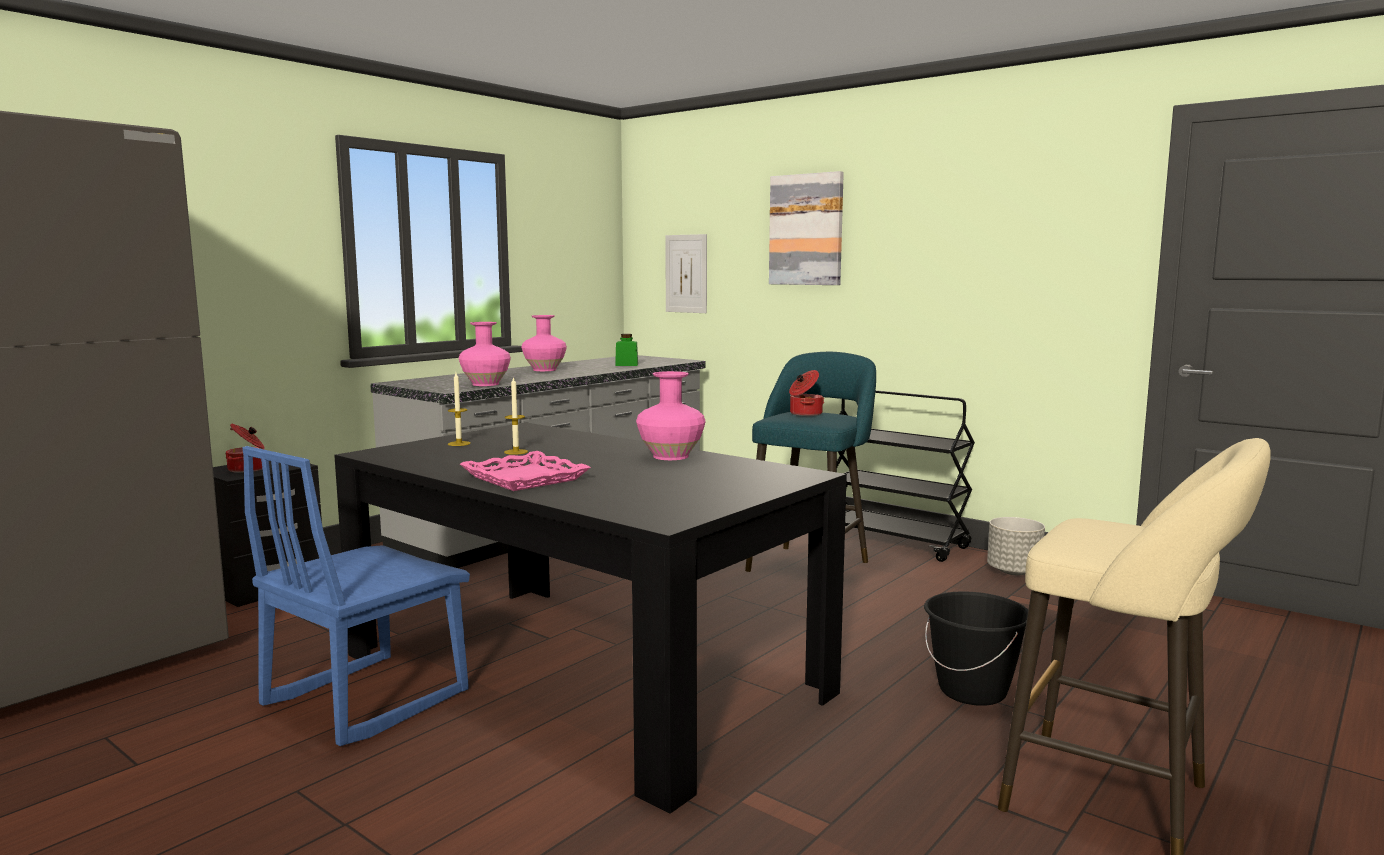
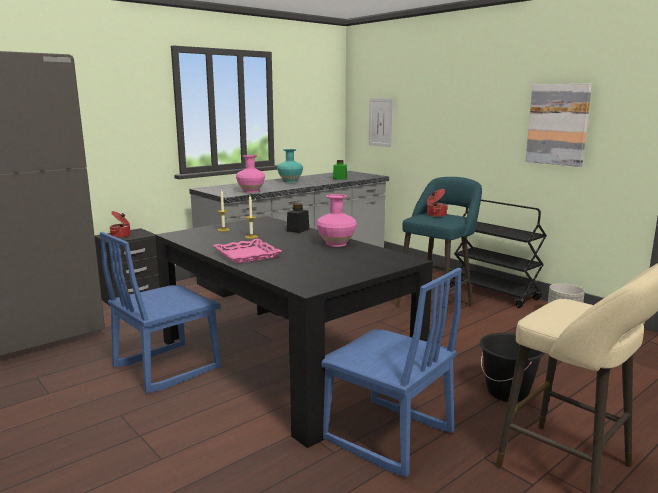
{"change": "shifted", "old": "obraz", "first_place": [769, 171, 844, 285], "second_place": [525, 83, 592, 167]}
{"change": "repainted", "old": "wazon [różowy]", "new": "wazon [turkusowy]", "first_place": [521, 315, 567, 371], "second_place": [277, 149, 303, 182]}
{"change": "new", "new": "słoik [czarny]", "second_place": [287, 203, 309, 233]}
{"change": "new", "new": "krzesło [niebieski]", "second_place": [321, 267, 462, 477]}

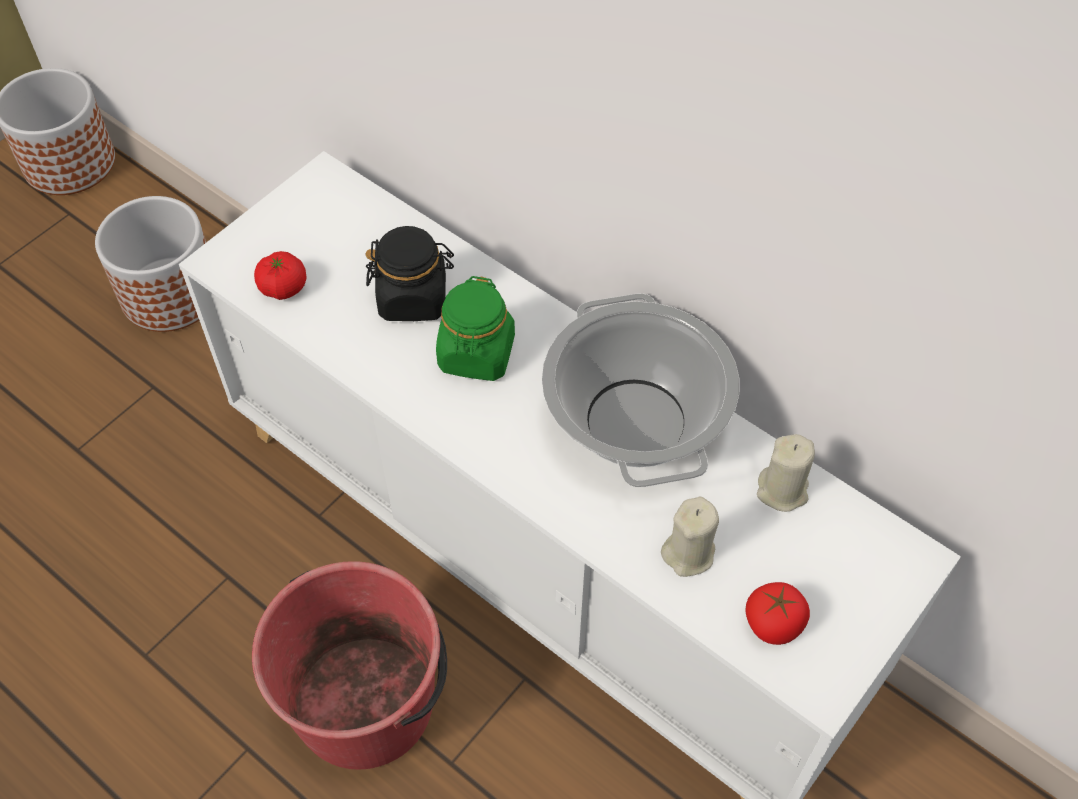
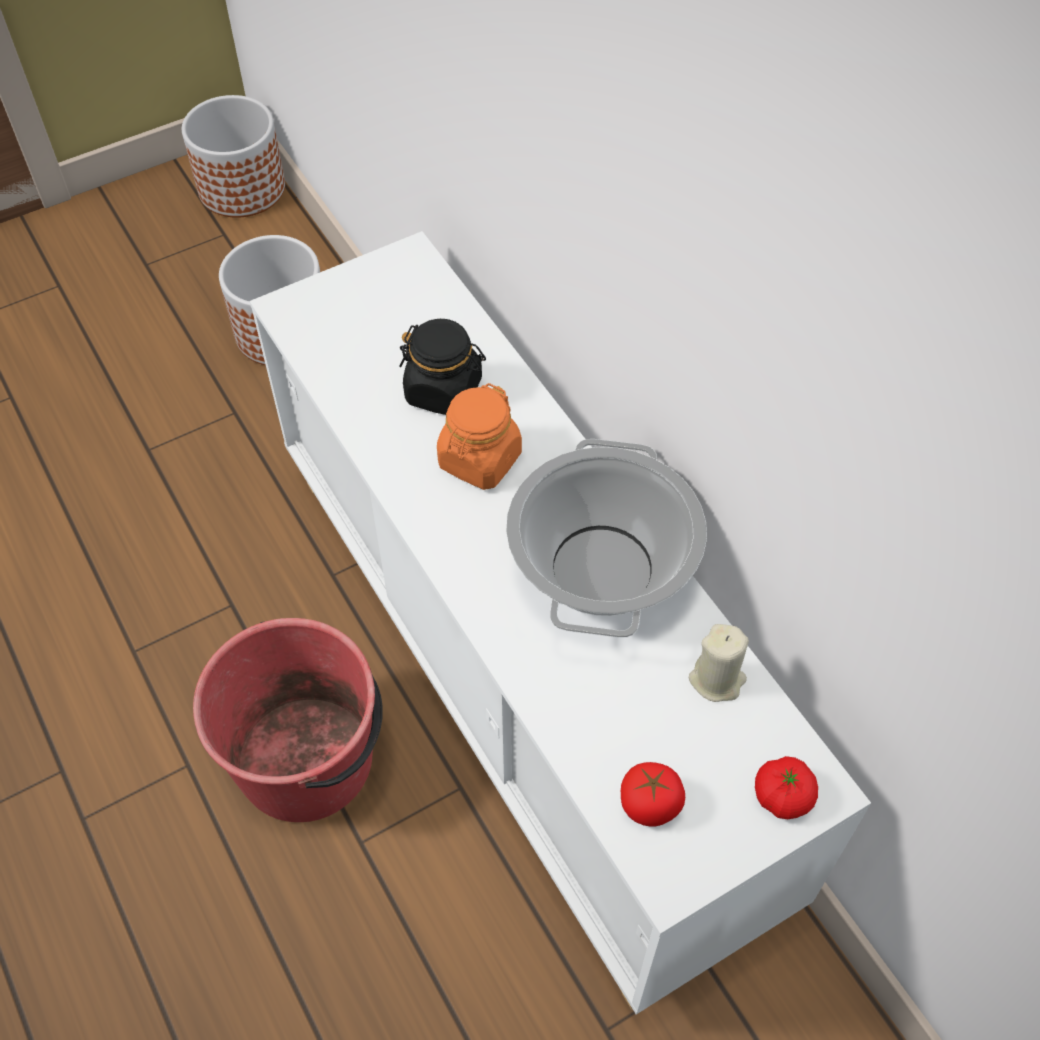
{"change": "shifted", "old": "pomidor", "first_place": [254, 251, 307, 300], "second_place": [755, 756, 818, 819]}
{"change": "repainted", "old": "słoik [zielony]", "new": "słoik [pomarańczowy]", "first_place": [436, 276, 515, 381], "second_place": [437, 383, 522, 490]}
{"change": "gone", "old": "świeca [beżowy]", "first_place": [661, 496, 719, 577]}

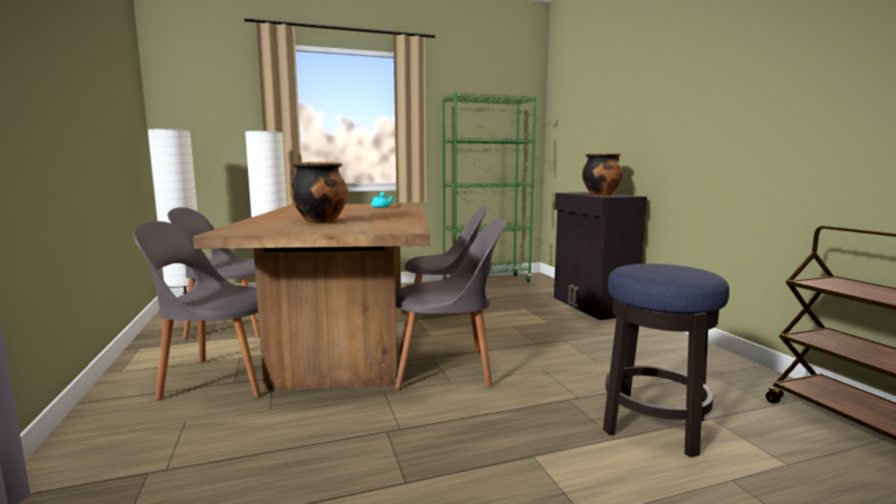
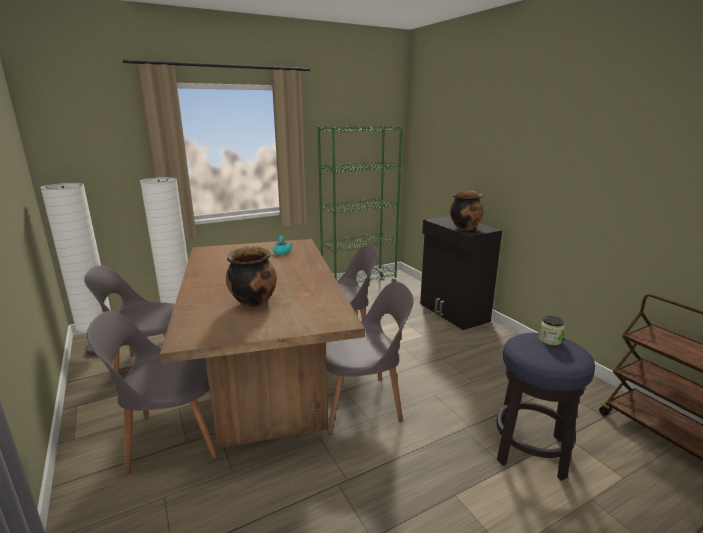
{"change": "new", "new": "słoik", "second_place": [539, 316, 565, 345]}

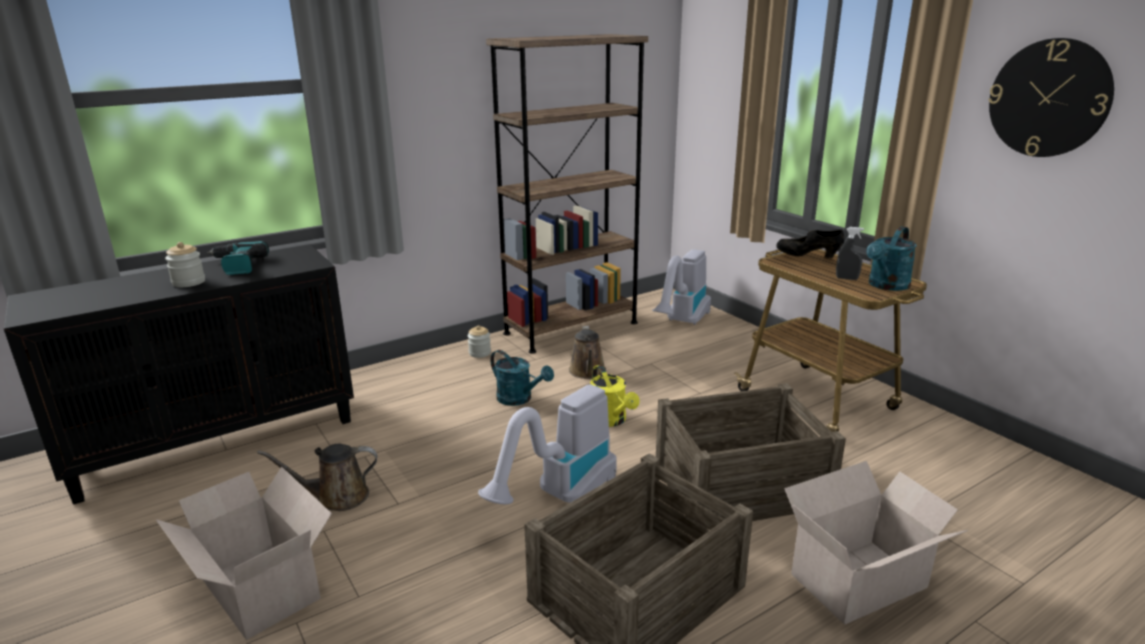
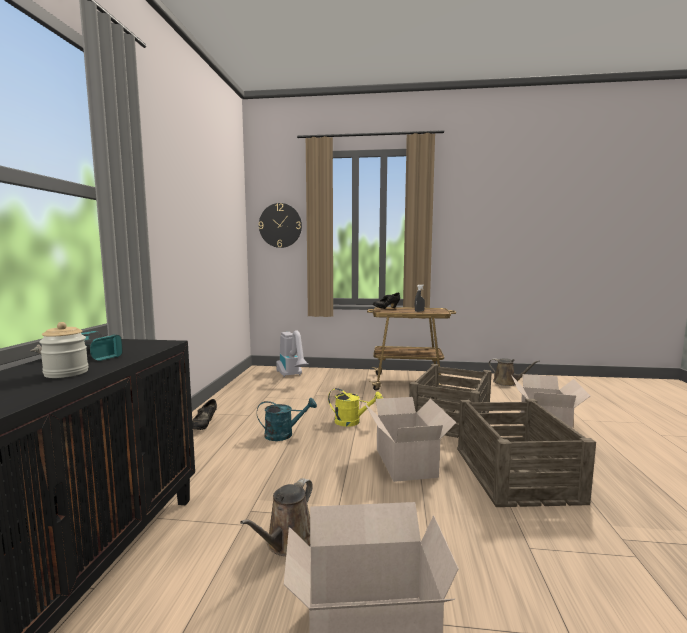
{"change": "gone", "old": "regał [brązowy]", "first_place": [486, 34, 648, 354]}
{"change": "shifted", "old": "zegar ścienny", "first_place": [988, 38, 1114, 157], "second_place": [259, 203, 302, 248]}
{"change": "gone", "old": "konewka [turkusowy]", "first_place": [866, 226, 917, 291]}
{"change": "swapped", "old": "słoik", "new": "but [czarny]", "first_place": [468, 325, 491, 358], "second_place": [192, 399, 217, 430]}
{"change": "shifted", "old": "konewka [brązowy]", "first_place": [569, 326, 606, 379], "second_place": [488, 358, 539, 386]}
{"change": "swapped", "old": "odkurzacz", "new": "karton", "first_place": [478, 384, 617, 504], "second_place": [364, 397, 456, 482]}

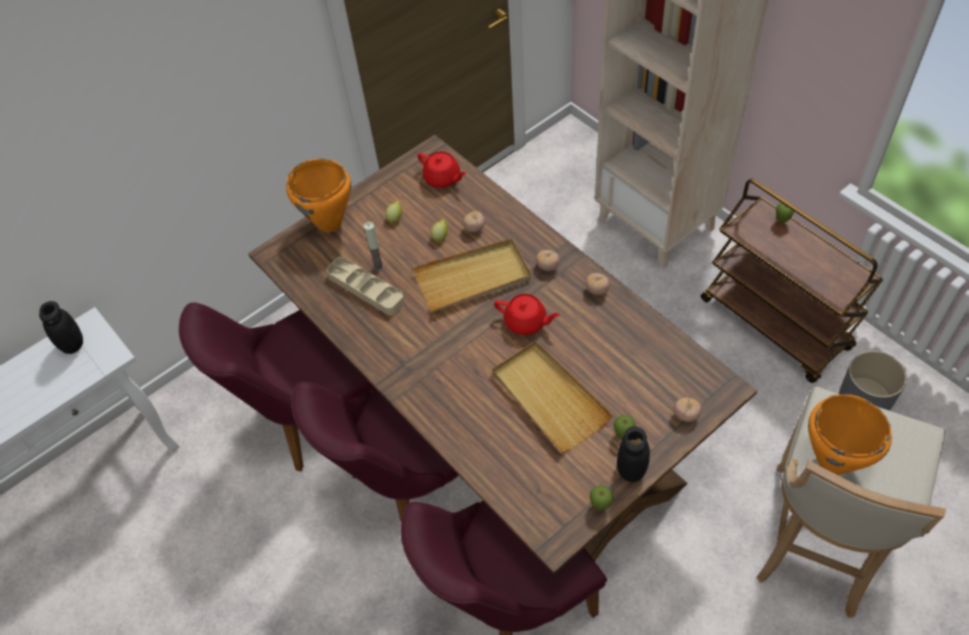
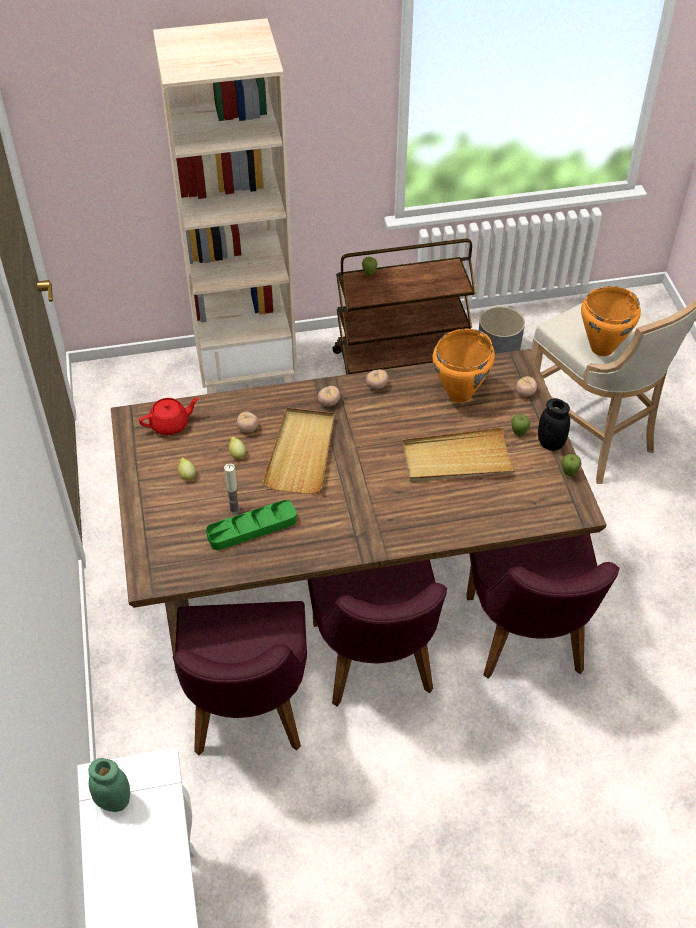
{"change": "shifted", "old": "garnek [pomarańczowy]", "first_place": [286, 159, 351, 232], "second_place": [433, 329, 495, 403]}
{"change": "repainted", "old": "taca [beżowy]", "new": "taca [zielony]", "first_place": [327, 257, 405, 315], "second_place": [206, 500, 297, 550]}
{"change": "gone", "old": "imbryk [czerwony]", "first_place": [494, 294, 560, 335]}
{"change": "repainted", "old": "słoik [czarny]", "new": "słoik [zielony]", "first_place": [39, 301, 83, 354], "second_place": [88, 758, 130, 812]}

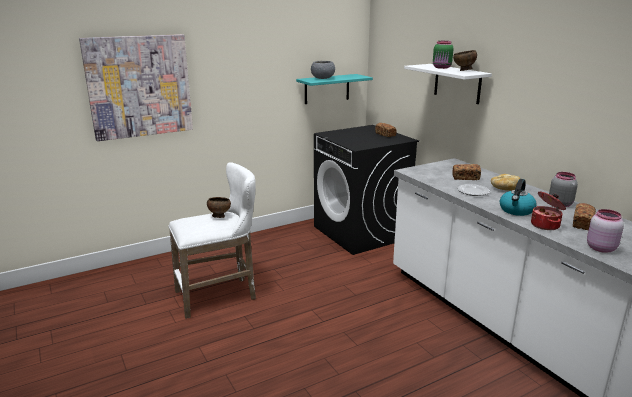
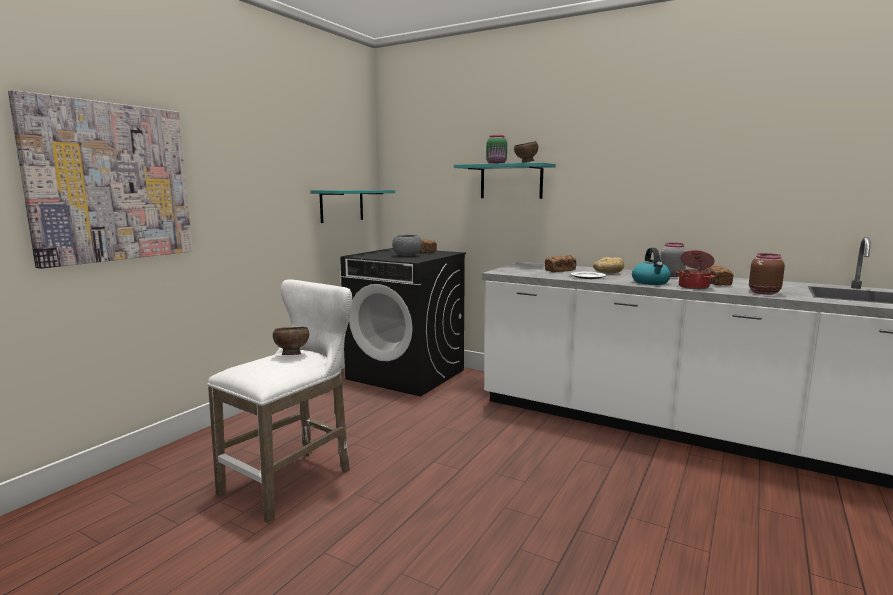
{"change": "shifted", "old": "miska [szary]", "first_place": [311, 61, 335, 79], "second_place": [392, 235, 422, 256]}
{"change": "repainted", "old": "półka [biały]", "new": "półka [turkusowy]", "first_place": [404, 64, 492, 104], "second_place": [454, 162, 556, 199]}
{"change": "repainted", "old": "słoik [różowy]", "new": "słoik [brązowy]", "first_place": [587, 209, 624, 253], "second_place": [749, 253, 785, 295]}

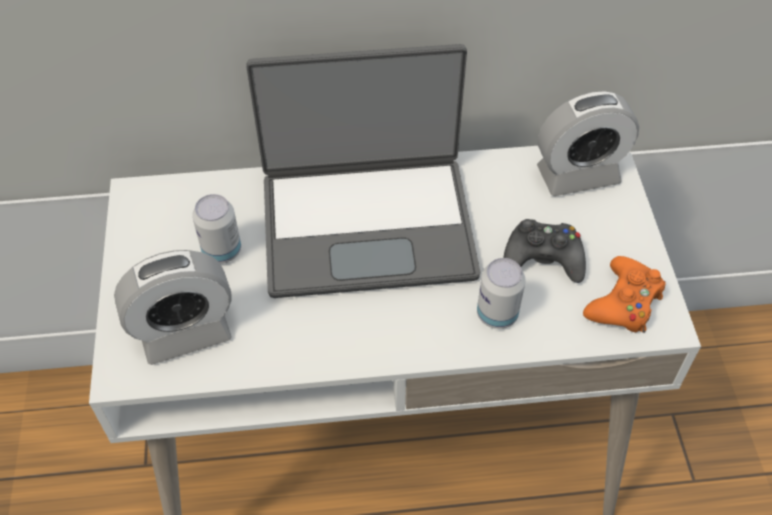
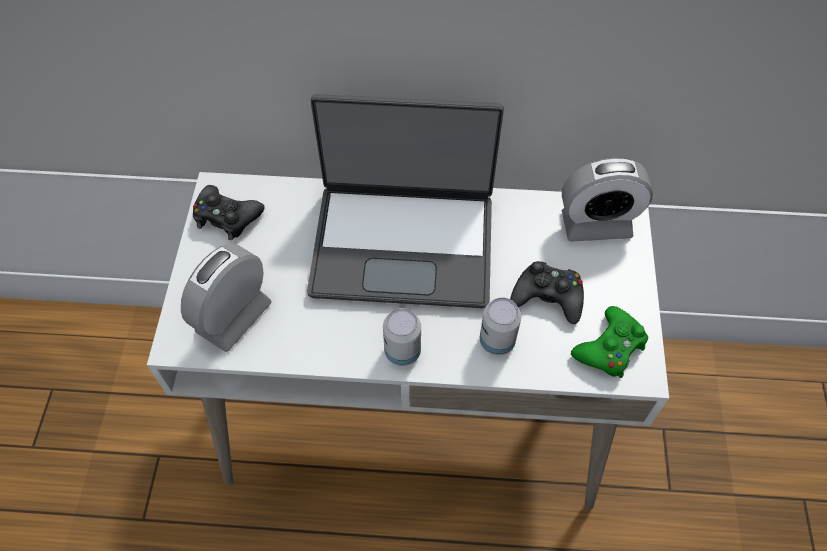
{"change": "shifted", "old": "puszka", "first_place": [192, 194, 241, 264], "second_place": [383, 308, 421, 366]}
{"change": "rotated", "old": "budzik", "first_place": [114, 250, 232, 365], "second_place": [181, 244, 272, 352], "degrees": 135}
{"change": "repainted", "old": "pad do gier [pomarańczowy]", "new": "pad do gier [zielony]", "first_place": [583, 256, 666, 333], "second_place": [571, 306, 648, 378]}
{"change": "new", "new": "pad do gier [czarny]", "second_place": [193, 185, 265, 240]}

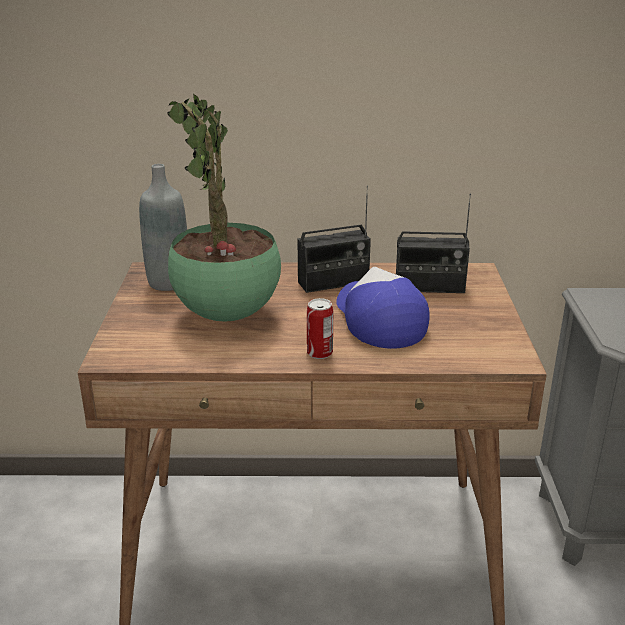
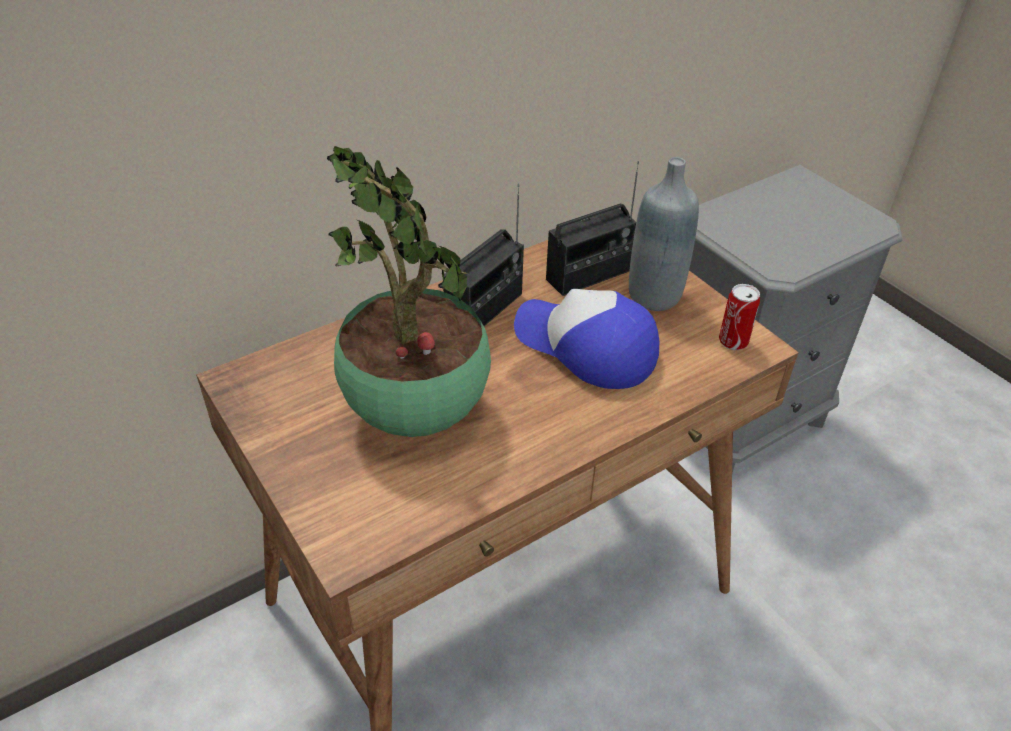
{"change": "shifted", "old": "butelka [szary]", "first_place": [139, 164, 187, 291], "second_place": [629, 157, 699, 311]}
{"change": "shifted", "old": "puszka", "first_place": [307, 298, 333, 359], "second_place": [719, 284, 760, 350]}

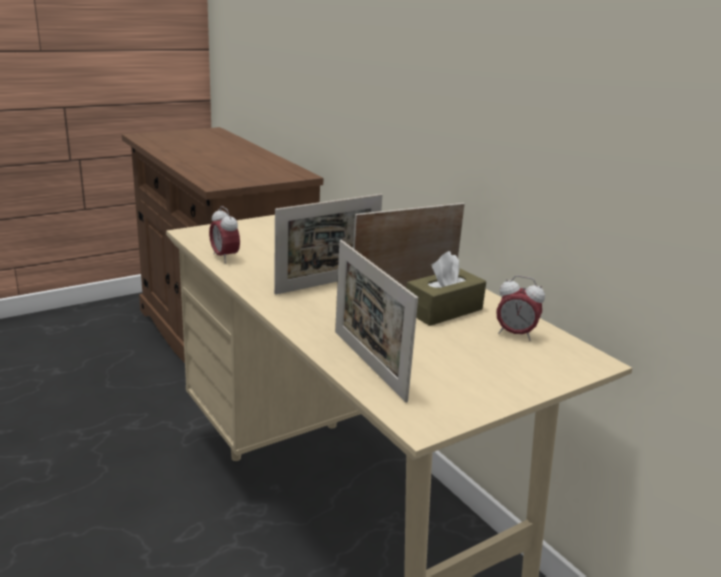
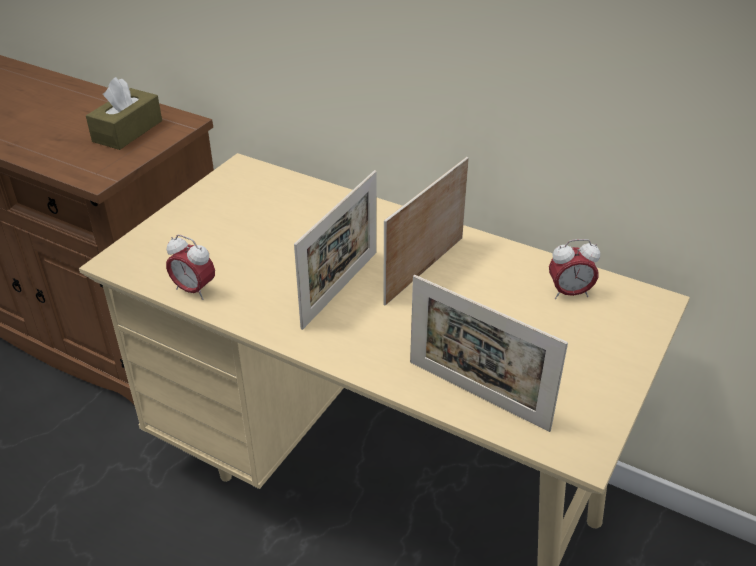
{"change": "shifted", "old": "pudełko chusteczek [brązowy]", "first_place": [406, 251, 486, 326], "second_place": [86, 77, 162, 150]}

